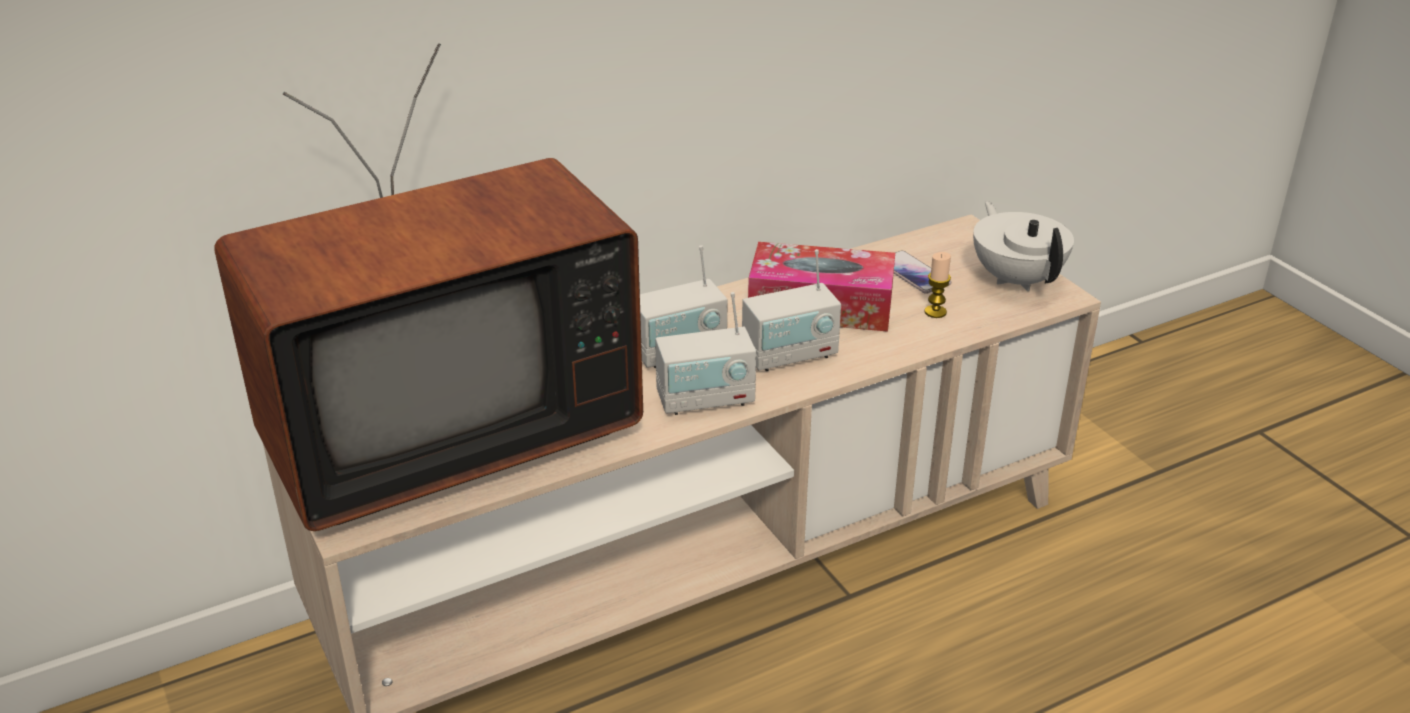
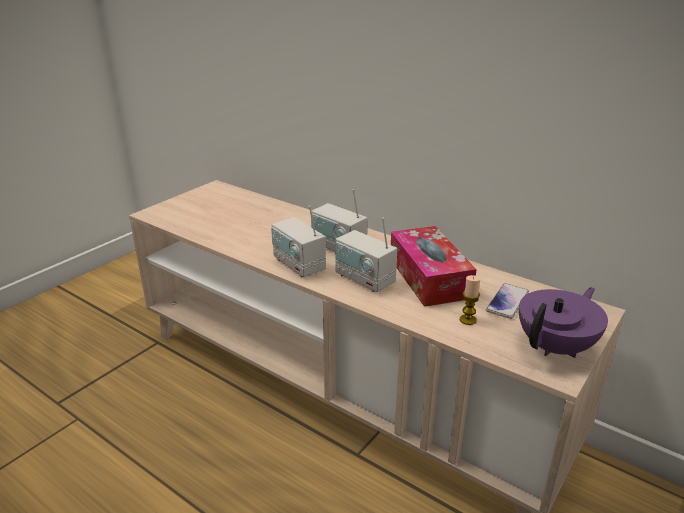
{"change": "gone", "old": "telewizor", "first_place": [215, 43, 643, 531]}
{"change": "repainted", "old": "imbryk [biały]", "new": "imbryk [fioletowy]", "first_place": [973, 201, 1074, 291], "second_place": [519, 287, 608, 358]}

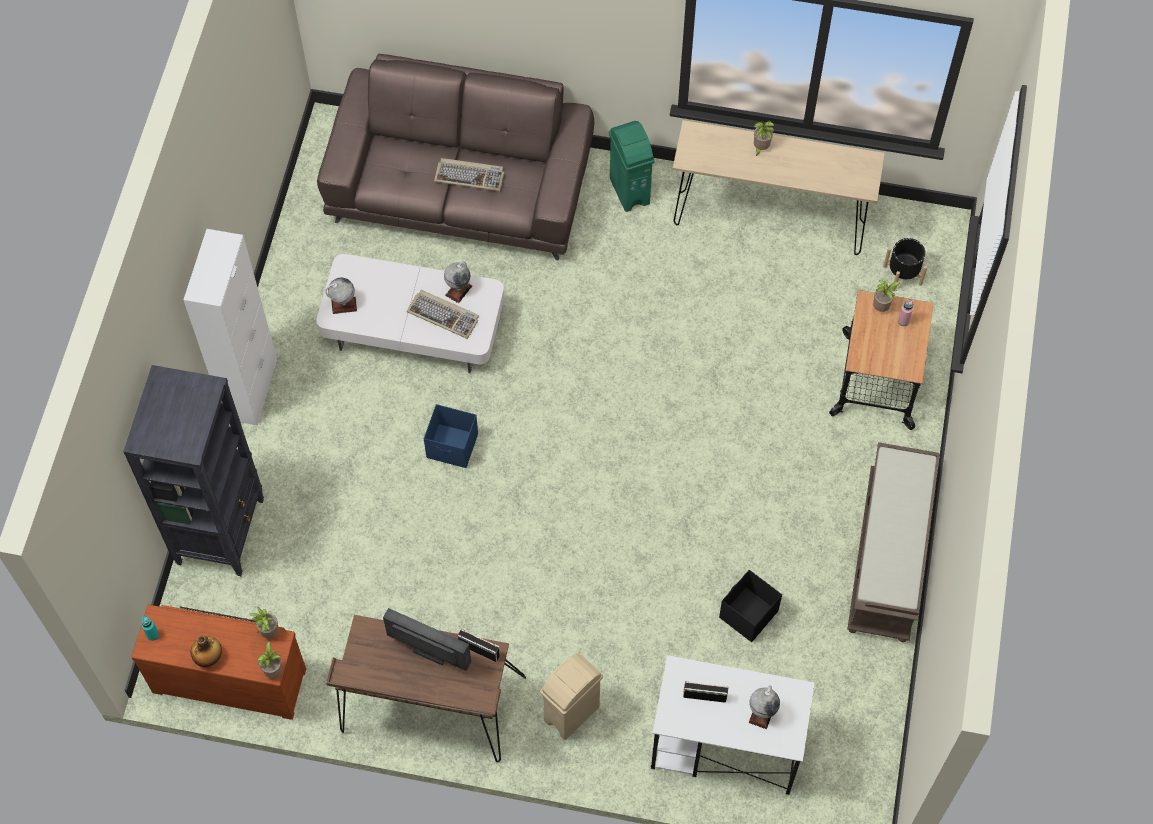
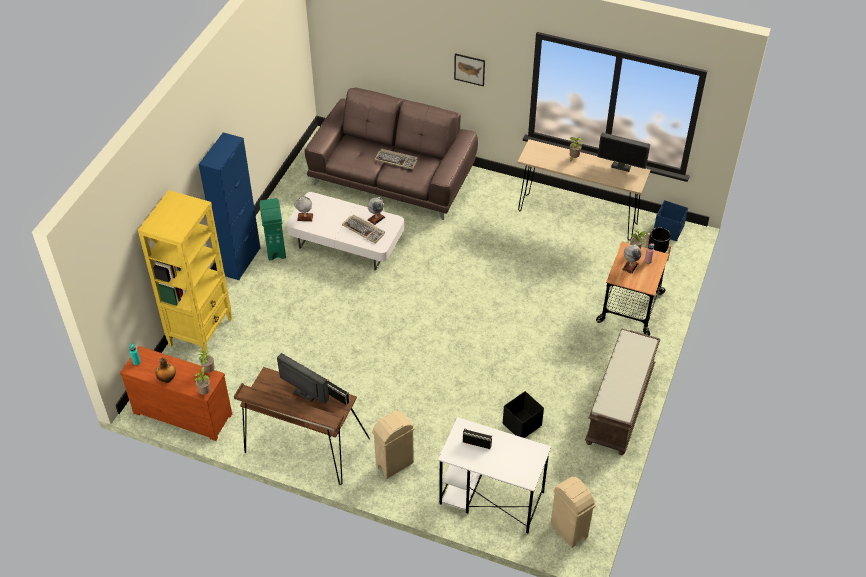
{"change": "shifted", "old": "kosz na śmieci [zielony]", "first_place": [609, 121, 655, 212], "second_place": [259, 198, 286, 261]}
{"change": "repainted", "old": "szafka [biały]", "new": "szafka [niebieski]", "first_place": [183, 229, 277, 425], "second_place": [199, 132, 261, 280]}
{"change": "repainted", "old": "regał [czarny]", "new": "regał [żółty]", "first_place": [123, 365, 264, 576], "second_place": [138, 190, 232, 355]}
{"change": "shifted", "old": "pojemnik do przechowywania [niebieski]", "first_place": [424, 404, 478, 468], "second_place": [654, 200, 688, 241]}
{"change": "shifted", "old": "globus", "first_place": [749, 685, 780, 729], "second_place": [622, 244, 642, 274]}
{"change": "new", "new": "obraz", "second_place": [454, 53, 485, 87]}
{"change": "new", "new": "monitor", "second_place": [598, 132, 650, 172]}
{"change": "new", "new": "kosz na śmieci [beżowy]", "second_place": [551, 477, 596, 548]}

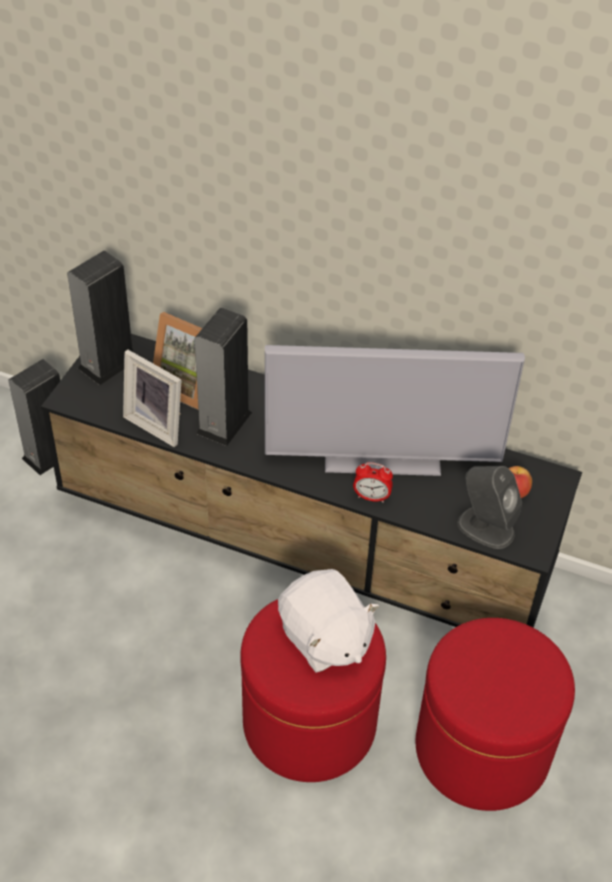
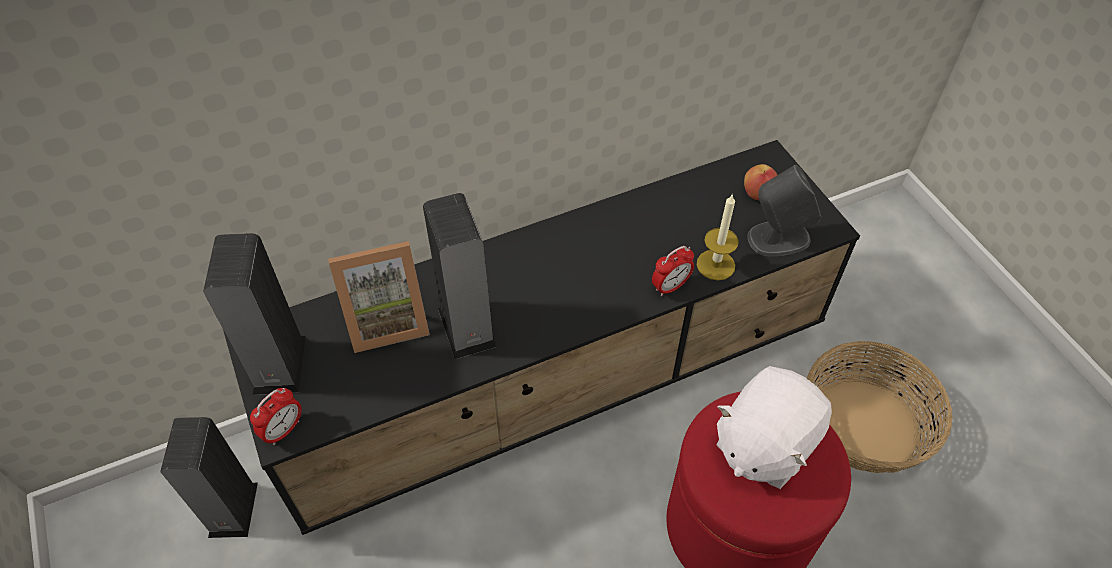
{"change": "gone", "old": "telewizor", "first_place": [265, 345, 525, 476]}
{"change": "gone", "old": "ramka na zdjęcie", "first_place": [123, 350, 181, 447]}
{"change": "rotated", "old": "pluszak [biały]", "first_place": [278, 569, 379, 673], "second_place": [716, 366, 832, 489], "degrees": 120}
{"change": "swapped", "old": "pufa [czerwony]", "new": "koszyk", "first_place": [416, 618, 575, 811], "second_place": [807, 341, 953, 473]}
{"change": "new", "new": "świeca", "second_place": [697, 195, 739, 280]}
{"change": "new", "new": "budzik", "second_place": [250, 388, 302, 445]}

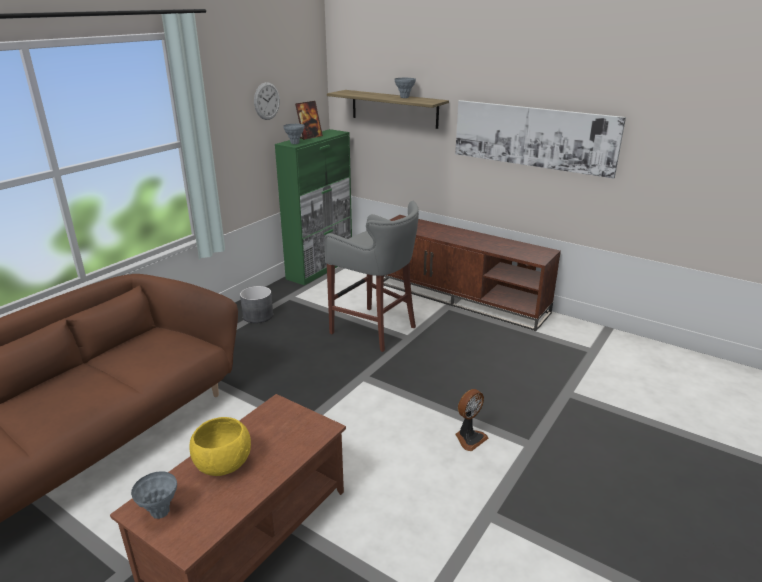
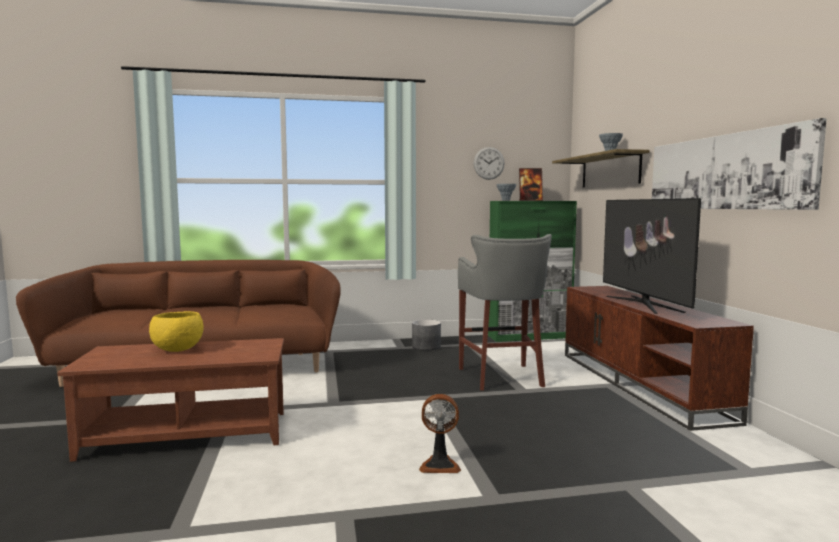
{"change": "gone", "old": "wazon [szary]", "first_place": [131, 471, 177, 519]}
{"change": "new", "new": "telewizor", "second_place": [603, 198, 701, 314]}

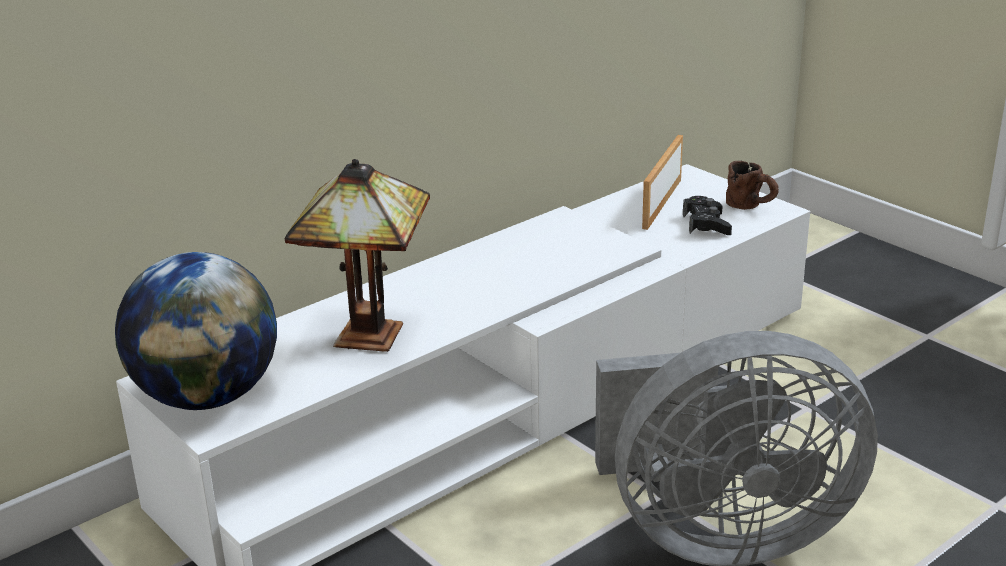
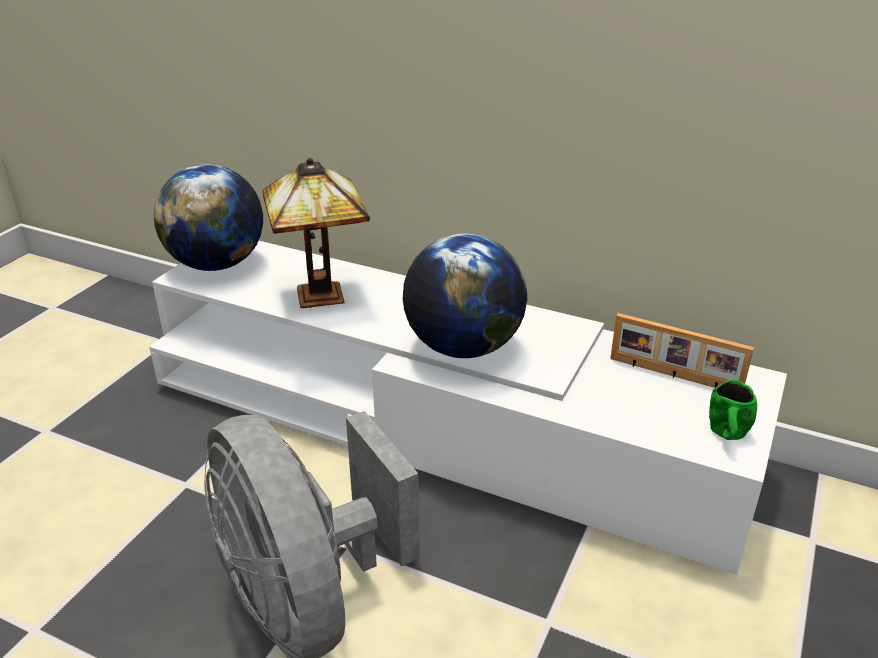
{"change": "rotated", "old": "ramka na zdjęcie", "first_place": [642, 135, 683, 230], "second_place": [610, 313, 754, 388], "degrees": -150}
{"change": "repainted", "old": "kubek [brązowy]", "new": "kubek [zielony]", "first_place": [726, 161, 779, 210], "second_place": [709, 379, 757, 440]}
{"change": "gone", "old": "pad do gier [czarny]", "first_place": [683, 196, 732, 235]}
{"change": "new", "new": "globus", "second_place": [403, 234, 527, 358]}

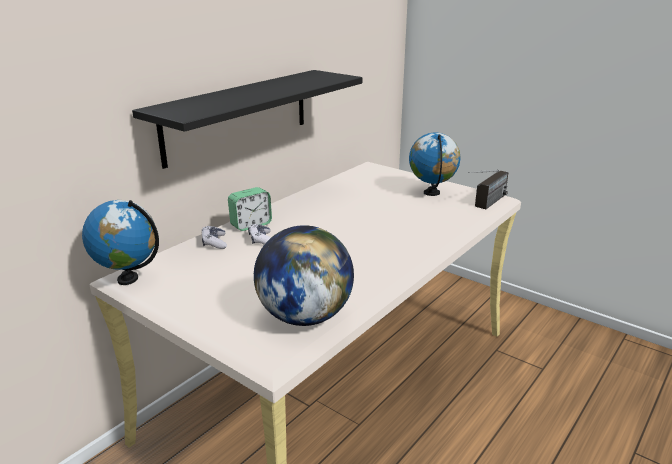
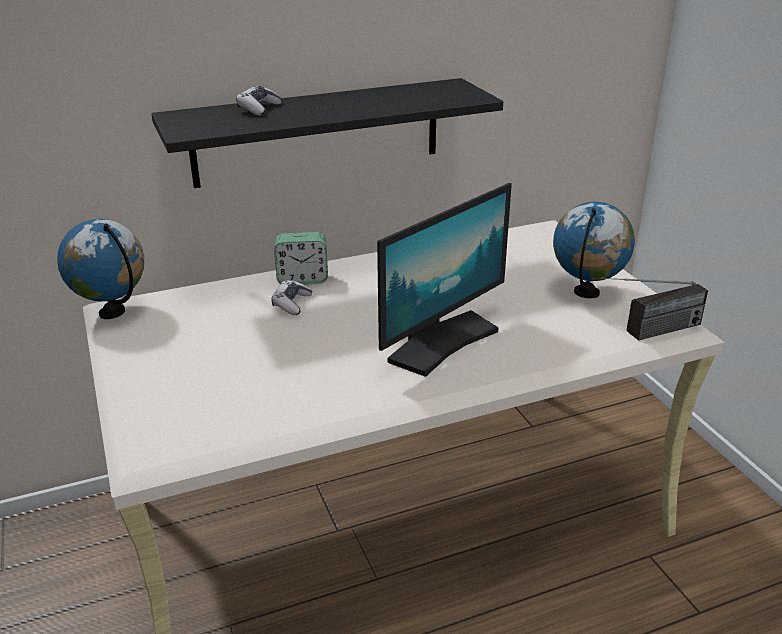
{"change": "gone", "old": "globus", "first_place": [254, 225, 354, 326]}
{"change": "shifted", "old": "pad do gier", "first_place": [202, 226, 227, 249], "second_place": [236, 86, 282, 116]}
{"change": "new", "new": "monitor", "second_place": [377, 183, 512, 377]}

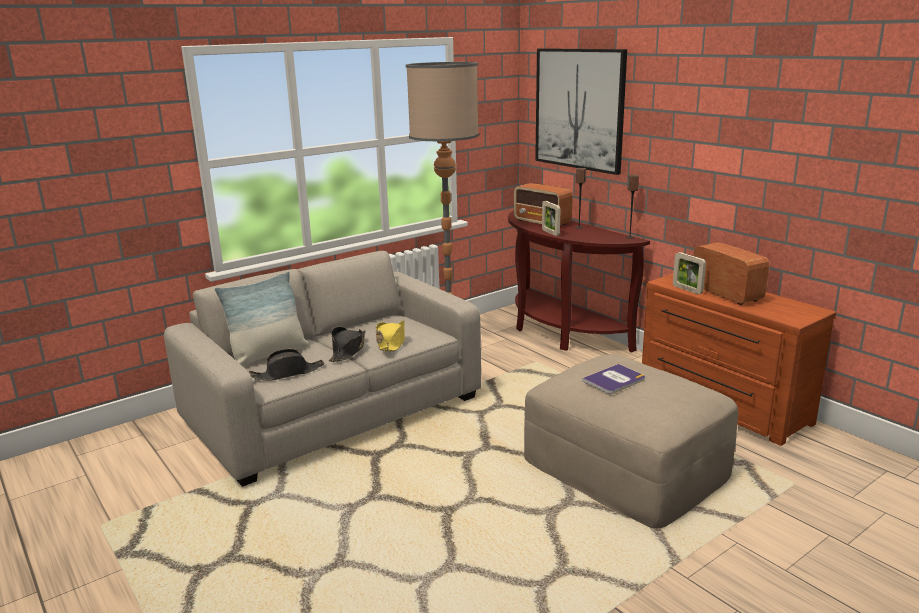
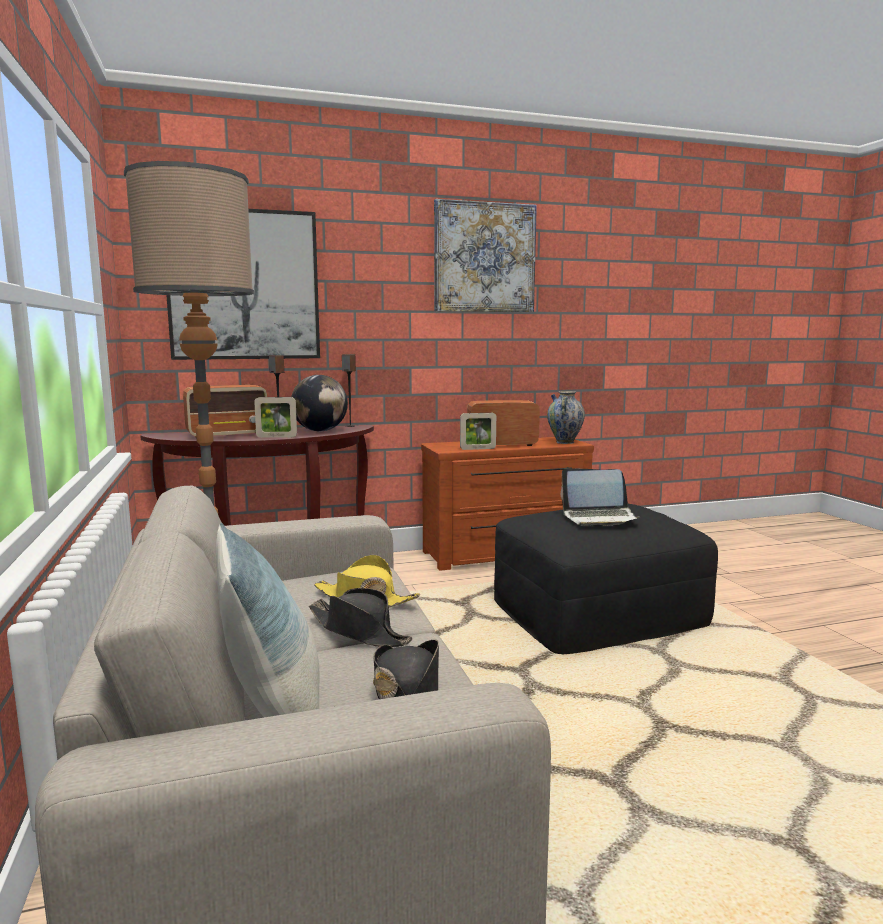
{"change": "repainted", "old": "pufa [beżowy]", "new": "pufa [czarny]", "first_place": [524, 354, 738, 529], "second_place": [494, 504, 718, 654]}
{"change": "swapped", "old": "książka", "new": "laptop", "first_place": [582, 364, 645, 394], "second_place": [561, 468, 640, 526]}
{"change": "new", "new": "obraz", "second_place": [434, 199, 537, 312]}
{"change": "new", "new": "globus", "second_place": [291, 375, 348, 431]}
{"change": "new", "new": "wazon", "second_place": [547, 391, 585, 444]}

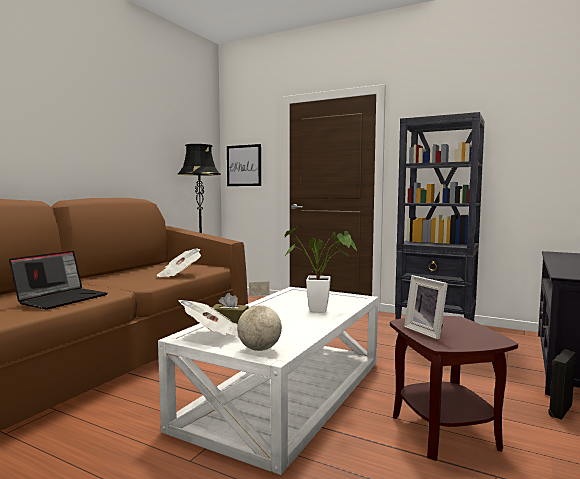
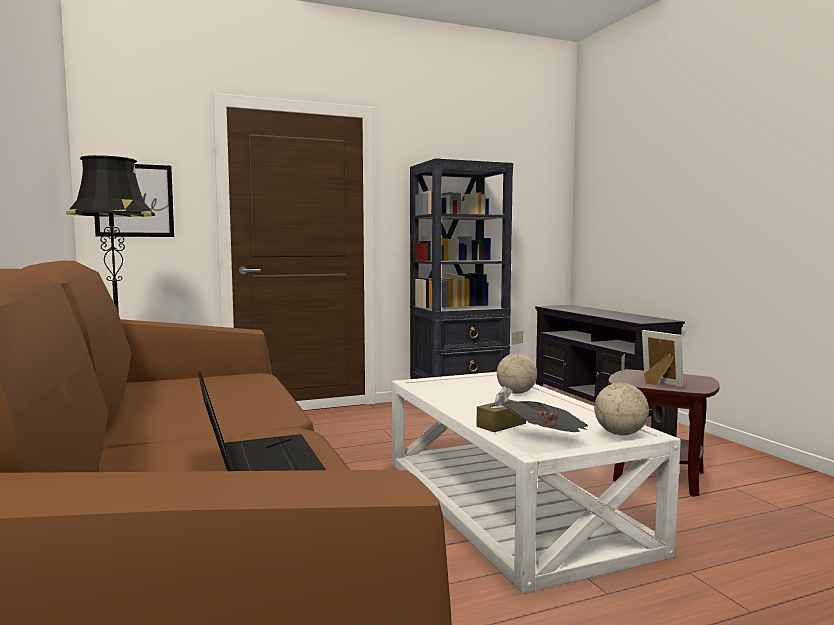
{"change": "swapped", "old": "roślina doniczkowa", "new": "globus", "first_place": [284, 227, 358, 313], "second_place": [497, 331, 537, 394]}
{"change": "gone", "old": "gazeta", "first_place": [157, 249, 201, 277]}
{"change": "rotated", "old": "ramka na zdjęcie", "first_place": [404, 275, 448, 340], "second_place": [642, 330, 684, 387], "degrees": -135}

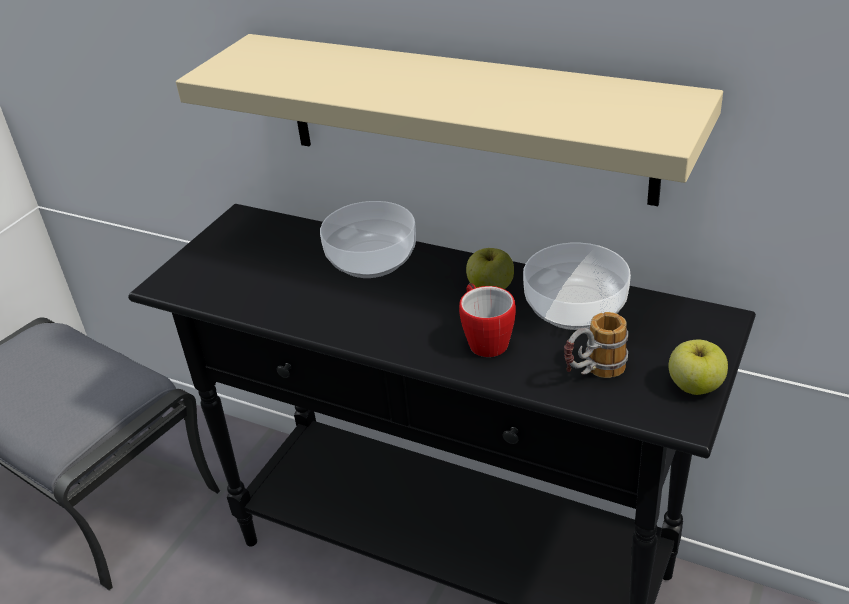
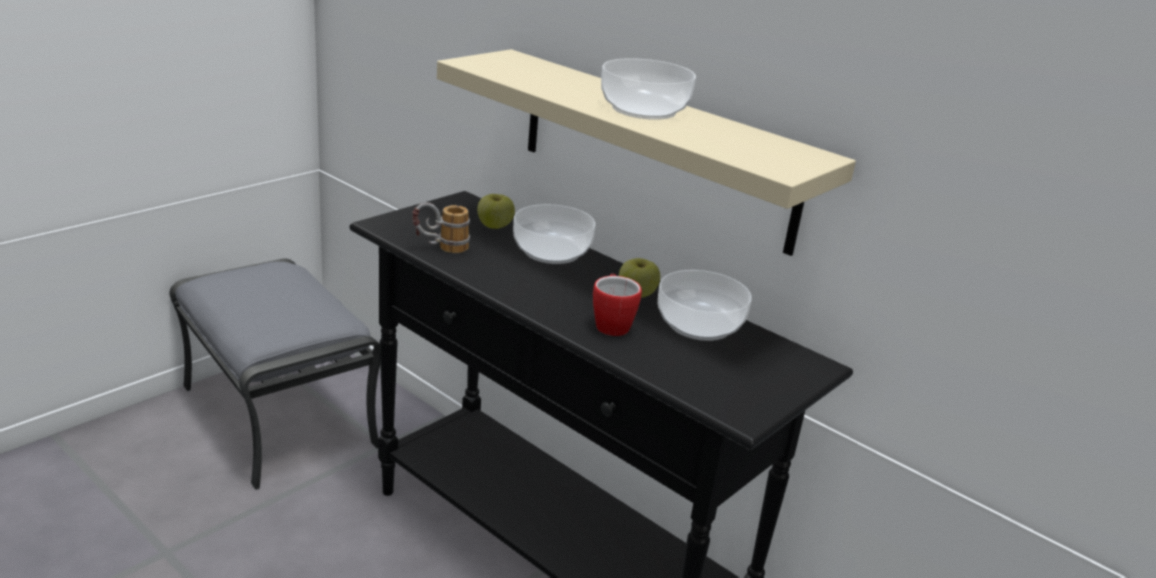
{"change": "shifted", "old": "kubek", "first_place": [564, 312, 628, 378], "second_place": [412, 202, 470, 253]}
{"change": "shifted", "old": "jabłko", "first_place": [669, 340, 728, 395], "second_place": [477, 194, 515, 229]}
{"change": "new", "new": "miska", "second_place": [601, 58, 696, 120]}

